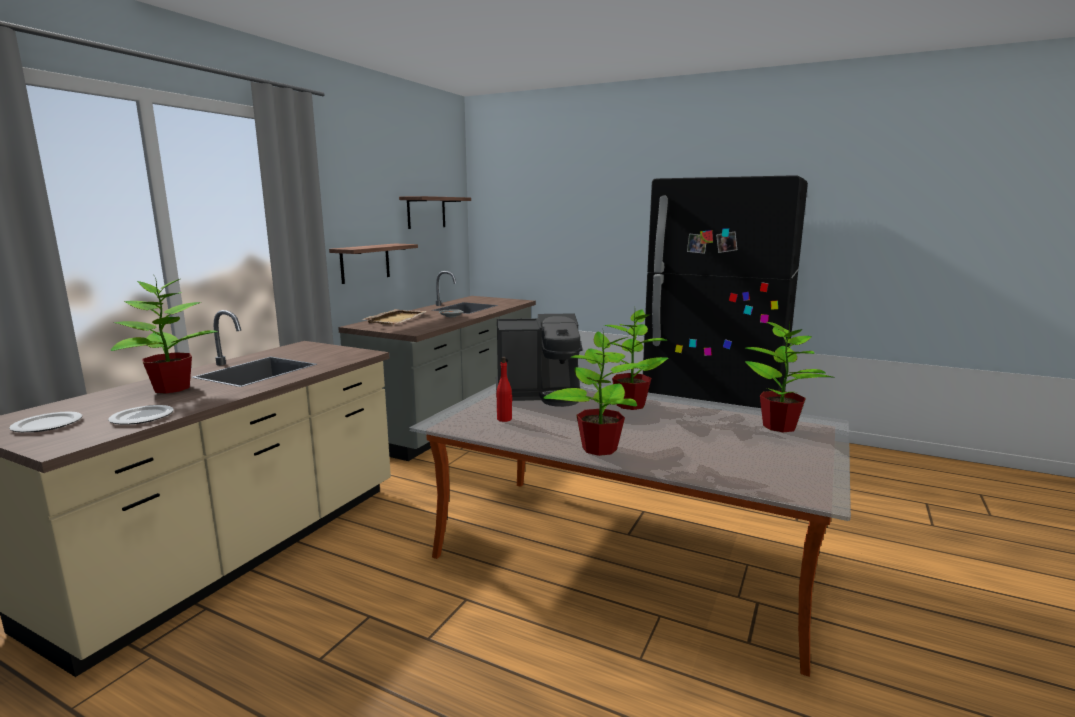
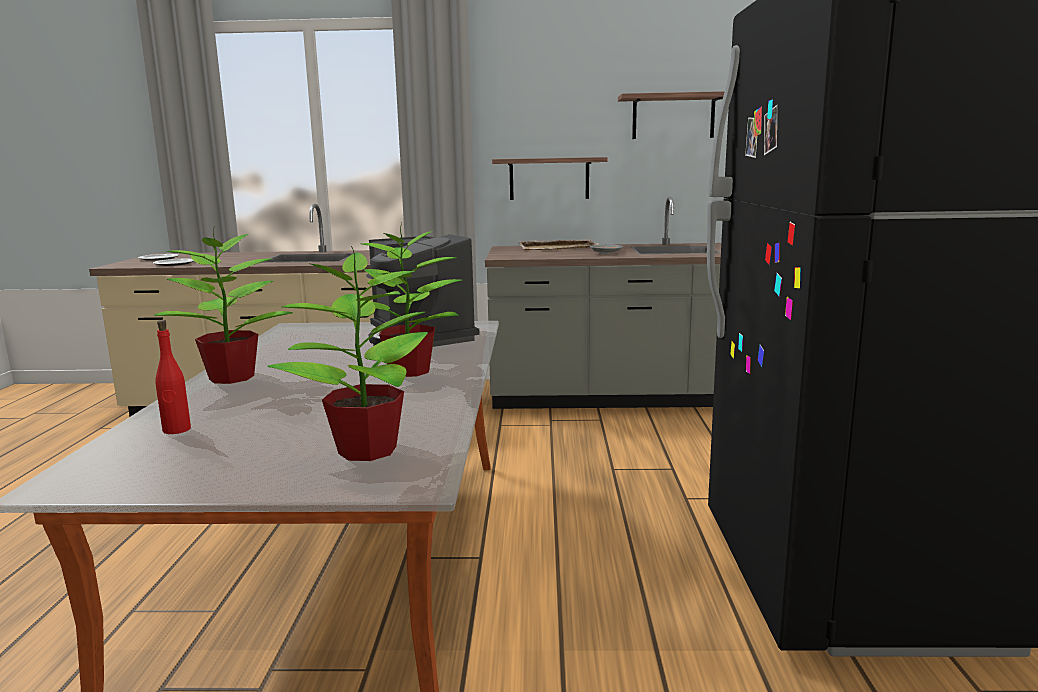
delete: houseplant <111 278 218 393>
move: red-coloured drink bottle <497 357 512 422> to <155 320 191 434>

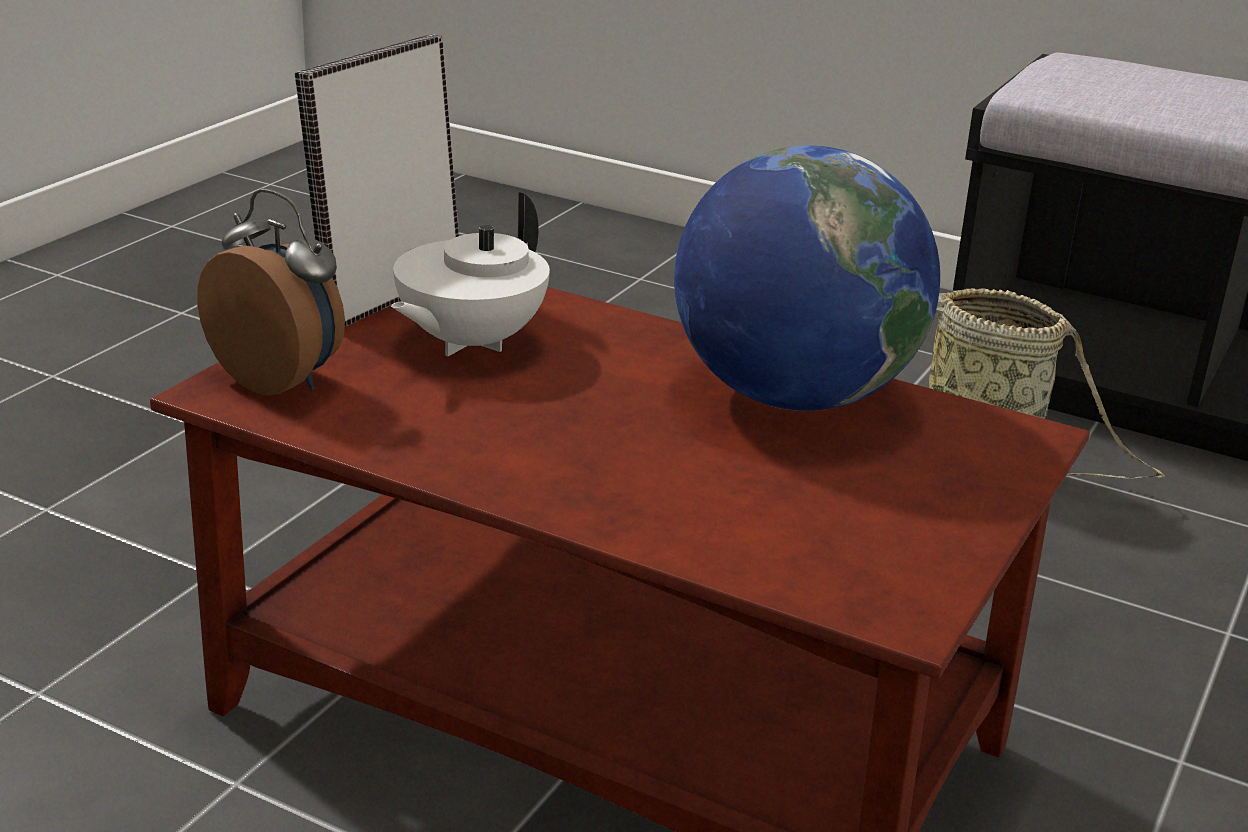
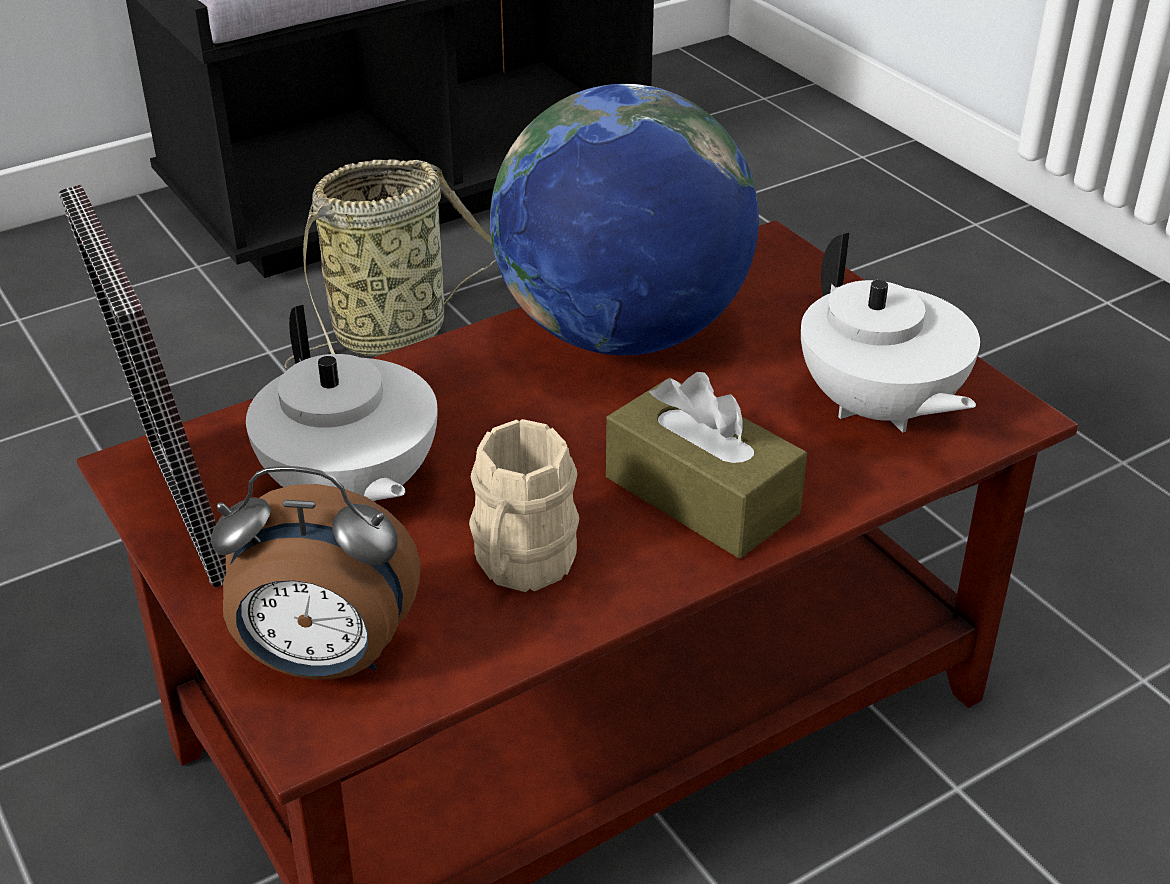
insert: sand-coloured coffee mug <469 419 579 592>; brownish box of tissues <606 372 807 559>; whitish teapot <801 233 980 433>
rotate: alarm clock <197 188 345 395> = <211 466 421 680> 150 degrees counterclockwise

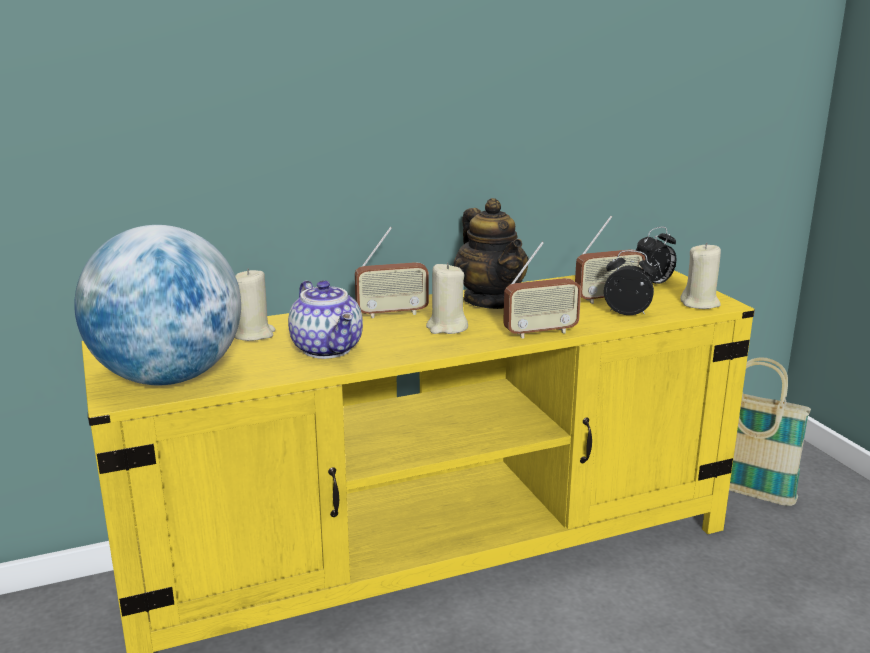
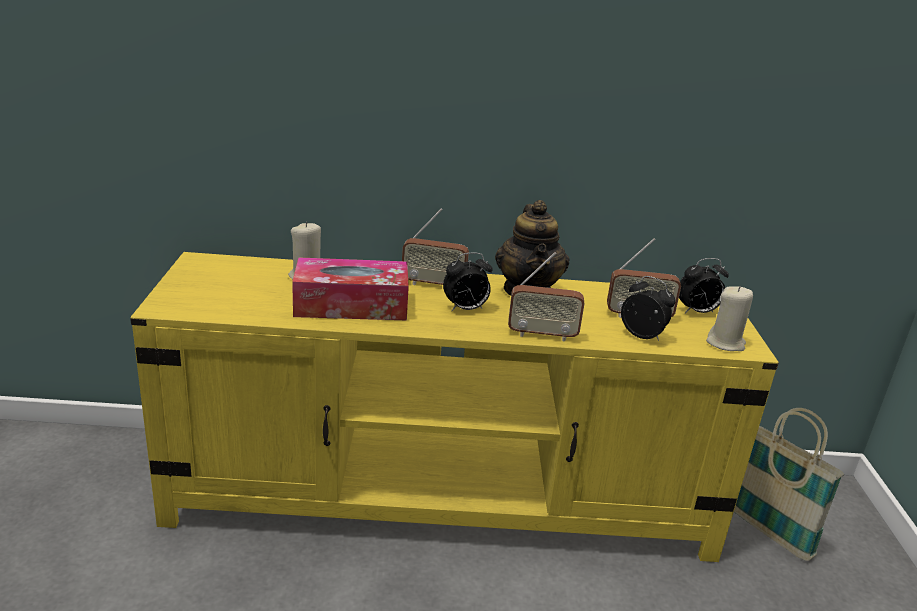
delete: globe <74 225 241 385>
replace: teapot <288 280 363 359> to box of tissues <292 257 409 321>; sand-coloured wax candle <426 262 468 334> to alarm clock <443 252 493 311>

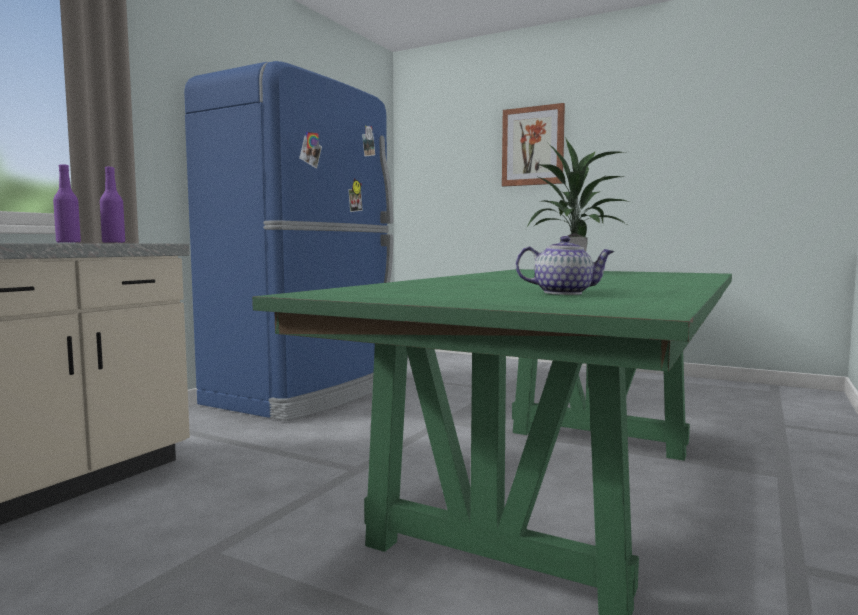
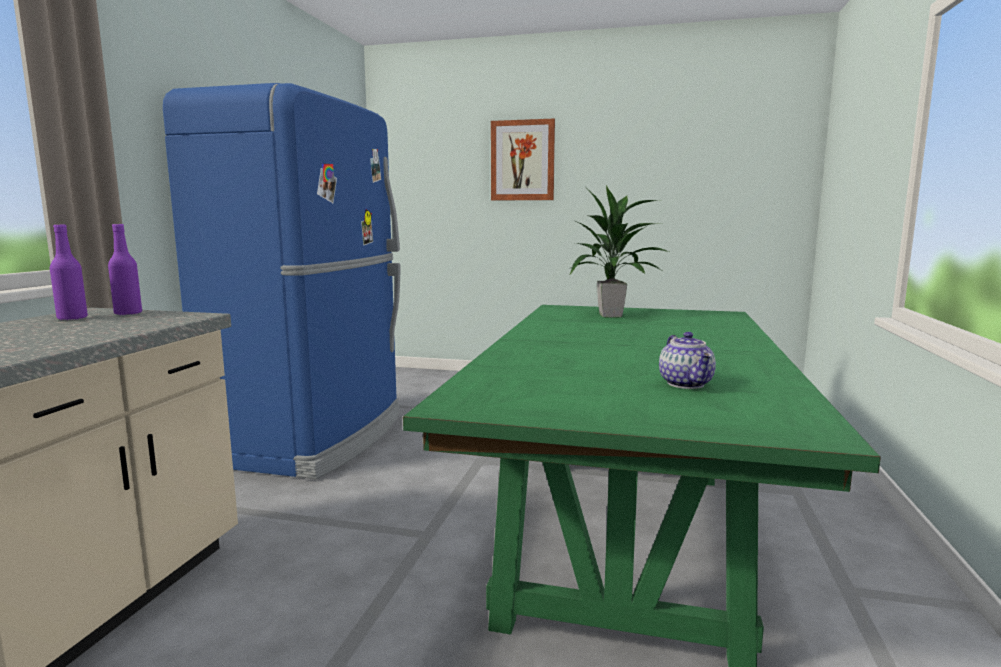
rotate: teapot <516 236 614 295> = <659 332 716 389> 90 degrees clockwise

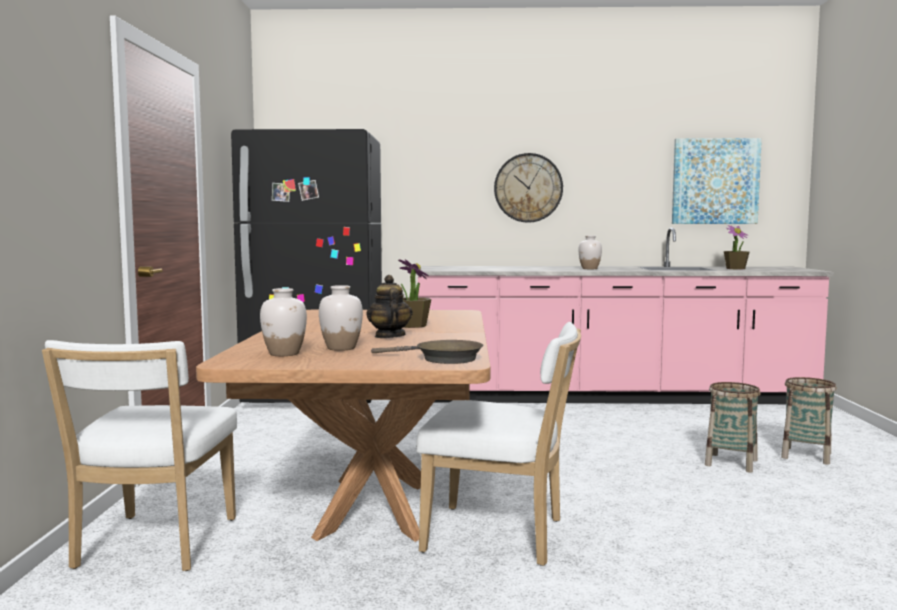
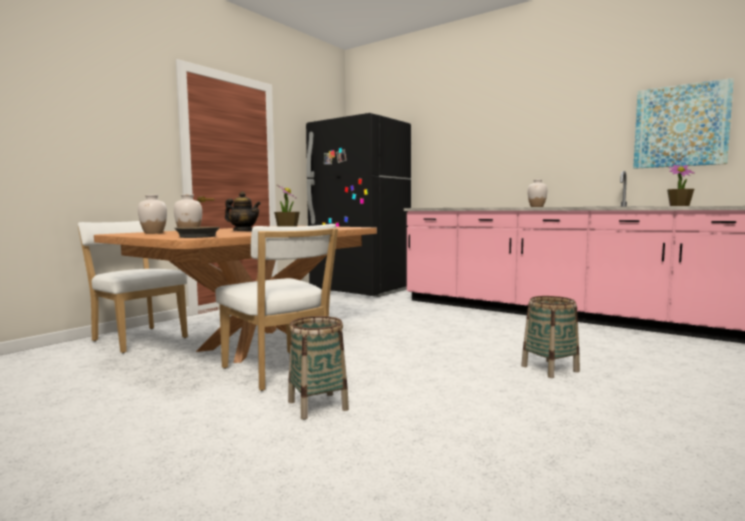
delete: clock on the wall <494 153 563 223>
move: basket <781 377 837 465> to <288 316 349 420>
rotate: whitish plain chair <42 340 237 571> = <78 221 188 353> 90 degrees clockwise; teapot <366 275 413 338> = <225 191 261 231> 90 degrees clockwise

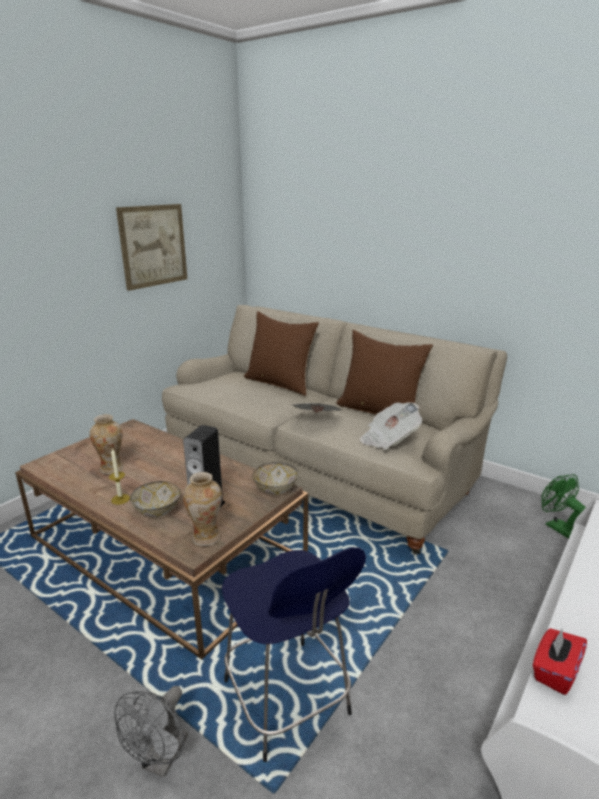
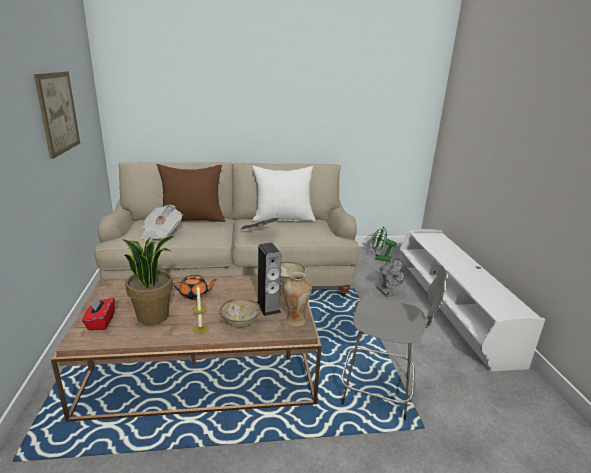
insert: orange teapot <173 275 217 300>
move: greyish fan <114 686 188 778> to <377 259 406 297>; printed paper <360 402 422 450> to <141 205 182 240>; red-coloured box of tissues <533 628 587 695> to <82 295 115 330>
replace: vase <89 414 123 475> to houseplant <122 236 174 325>
recolor: blue-coloured stool seat <222 547 366 762> to greyish stool seat <341 266 447 421>; brownish throw pillow <336 330 433 414> to whitish throw pillow <252 166 316 222>

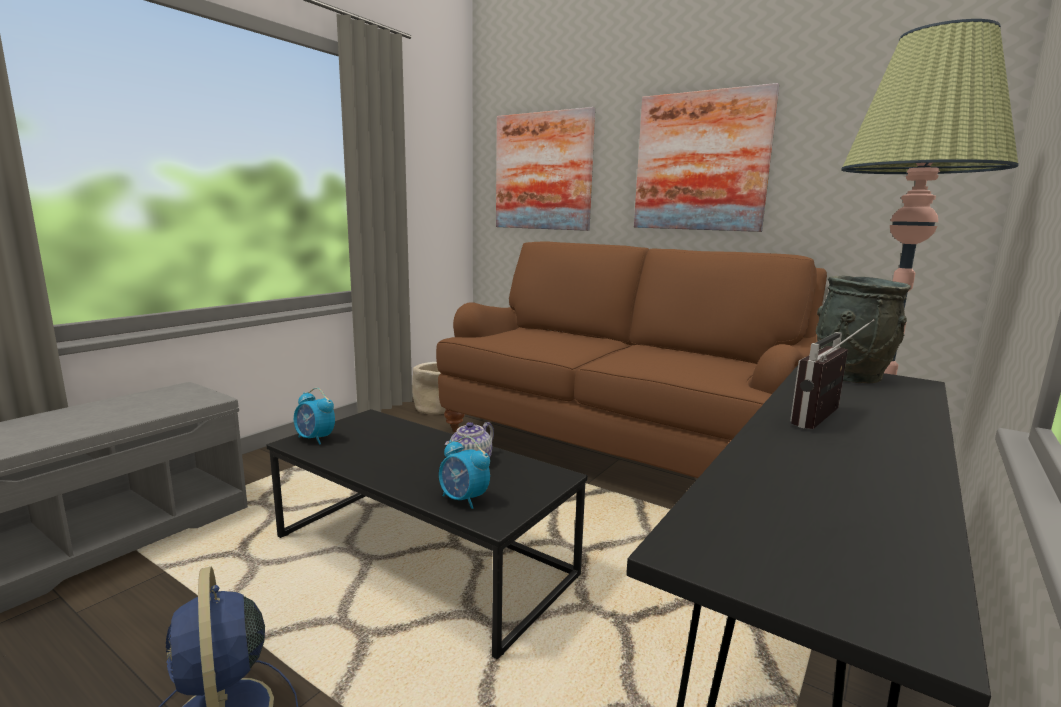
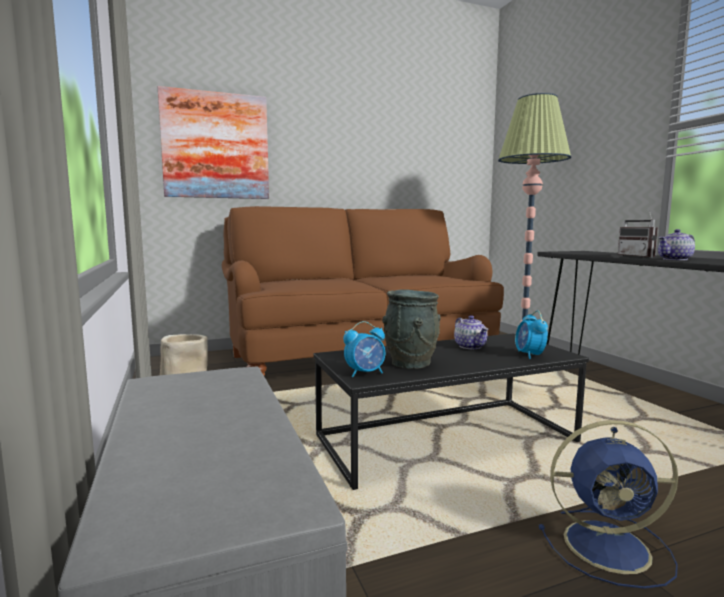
delete: picture <634 83 779 232>
insert: teapot <658 229 695 260>
move: greyish vase <816 276 911 383> to <382 290 441 369>
rotate: alarm clock <439 436 490 509> = <515 311 548 359> 105 degrees clockwise

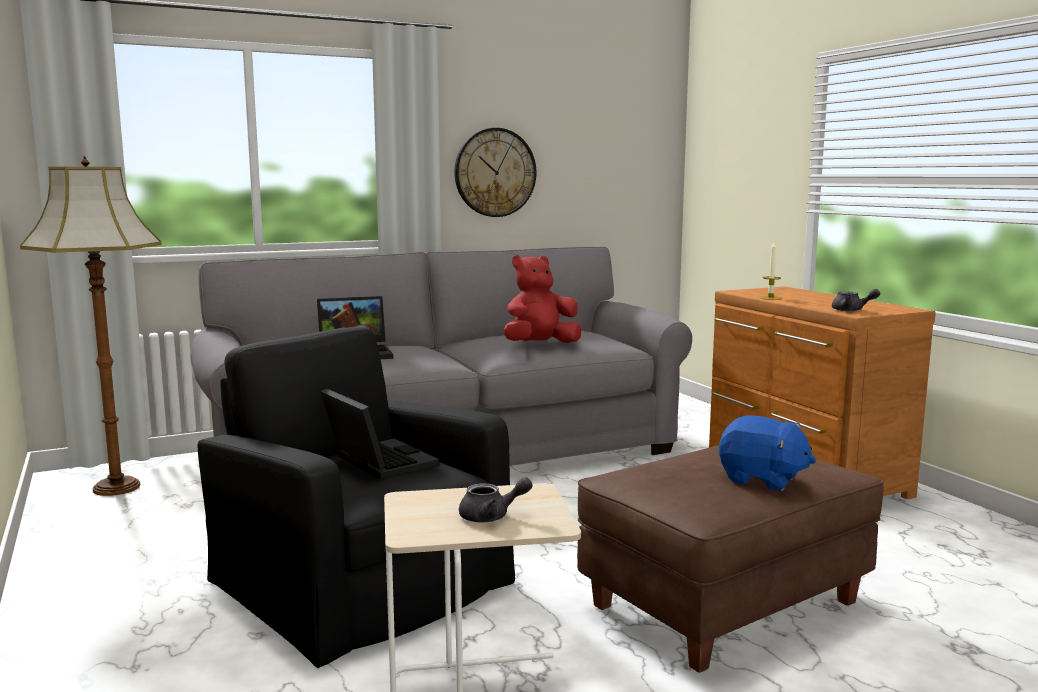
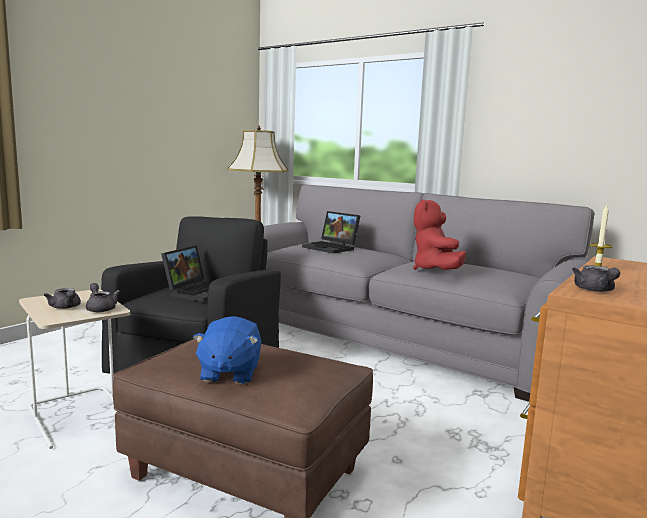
delete: clock on the wall <454 128 536 217>
insert: greyish teapot <86 283 120 312>
rotate: red-coloured cuddly toy <504 255 581 343> = <413 199 466 270> 120 degrees counterclockwise

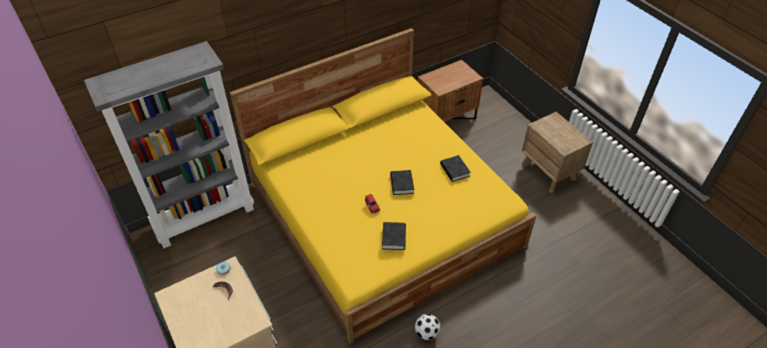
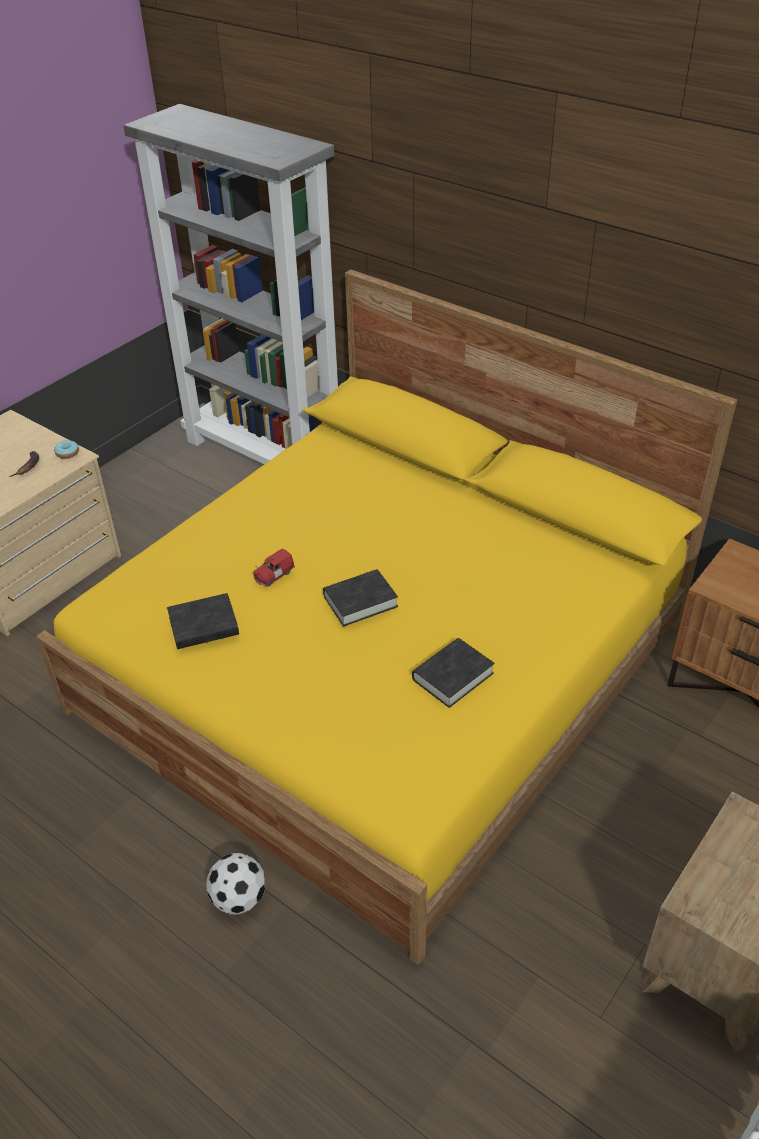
move: football ball <415 314 440 340> to <206 853 265 914>

